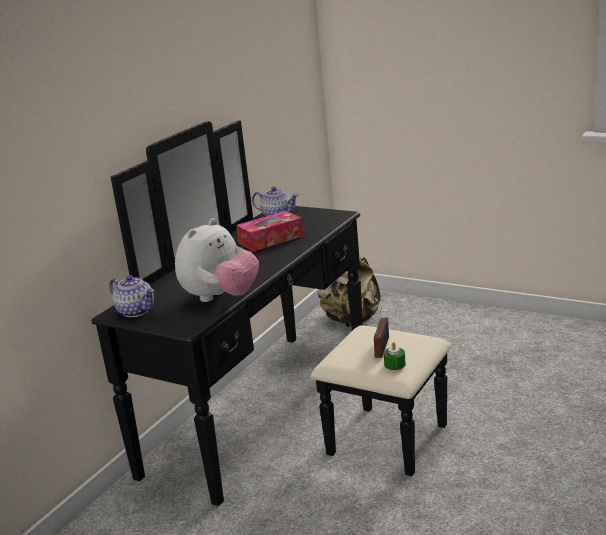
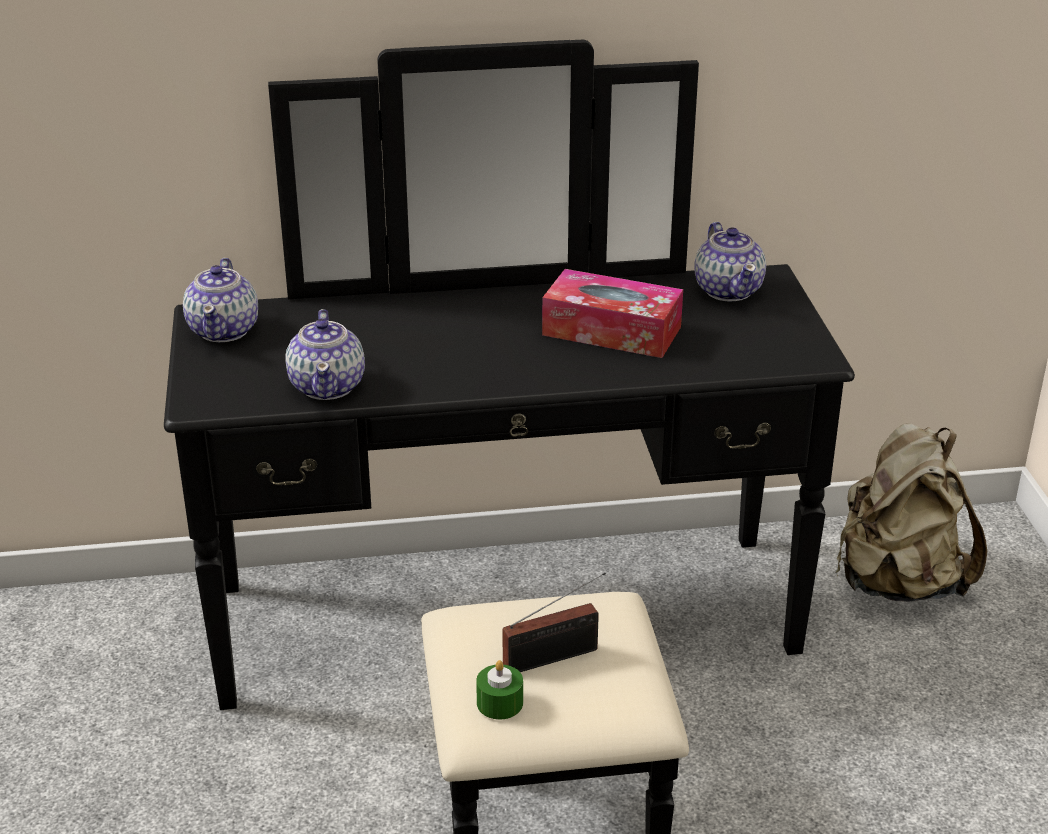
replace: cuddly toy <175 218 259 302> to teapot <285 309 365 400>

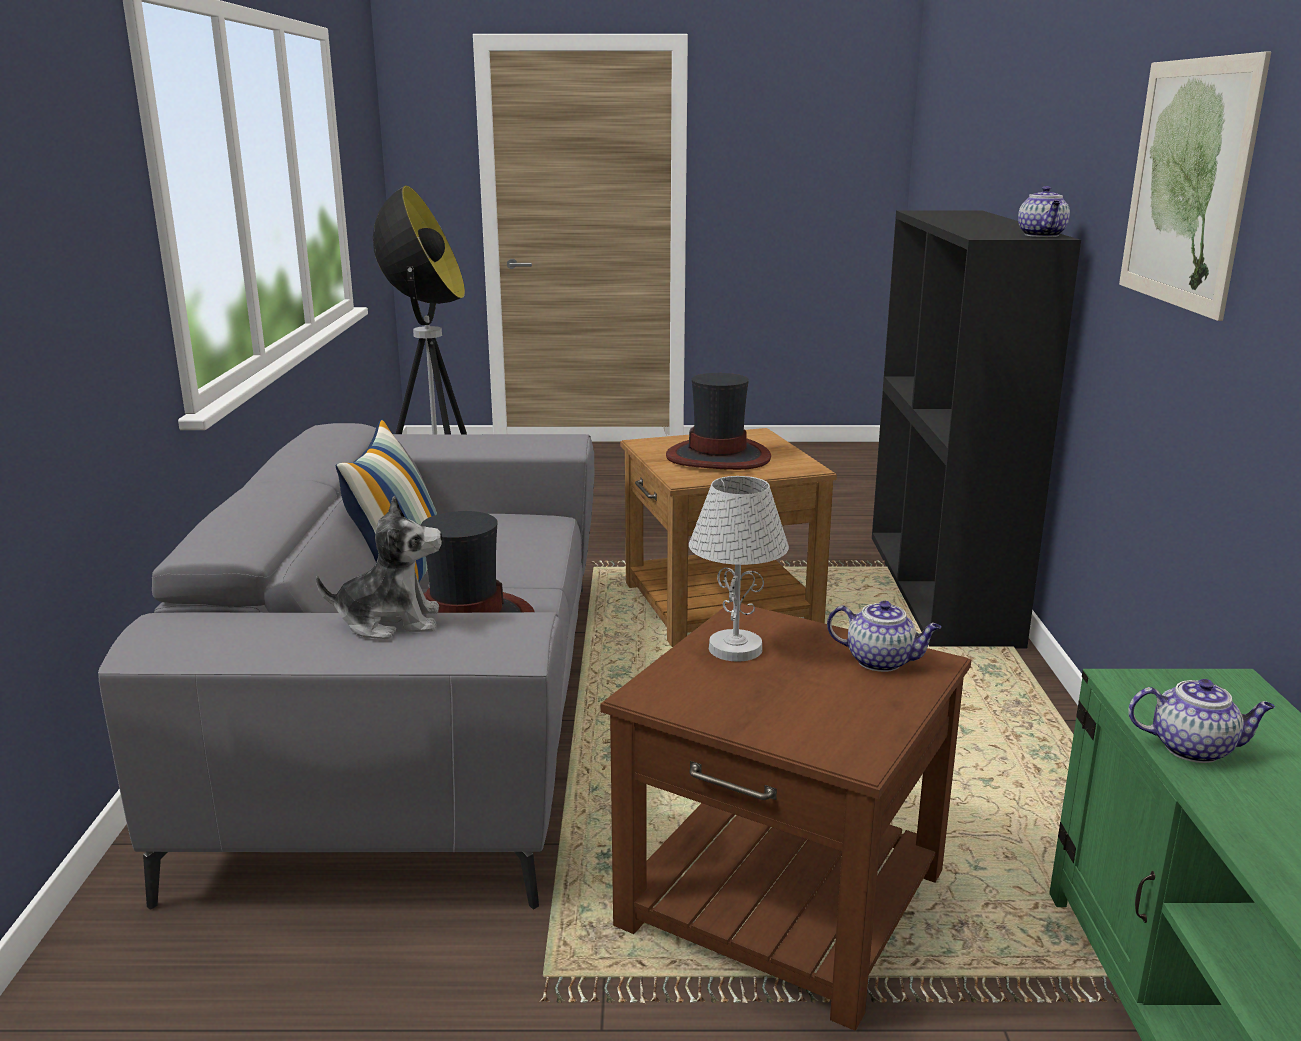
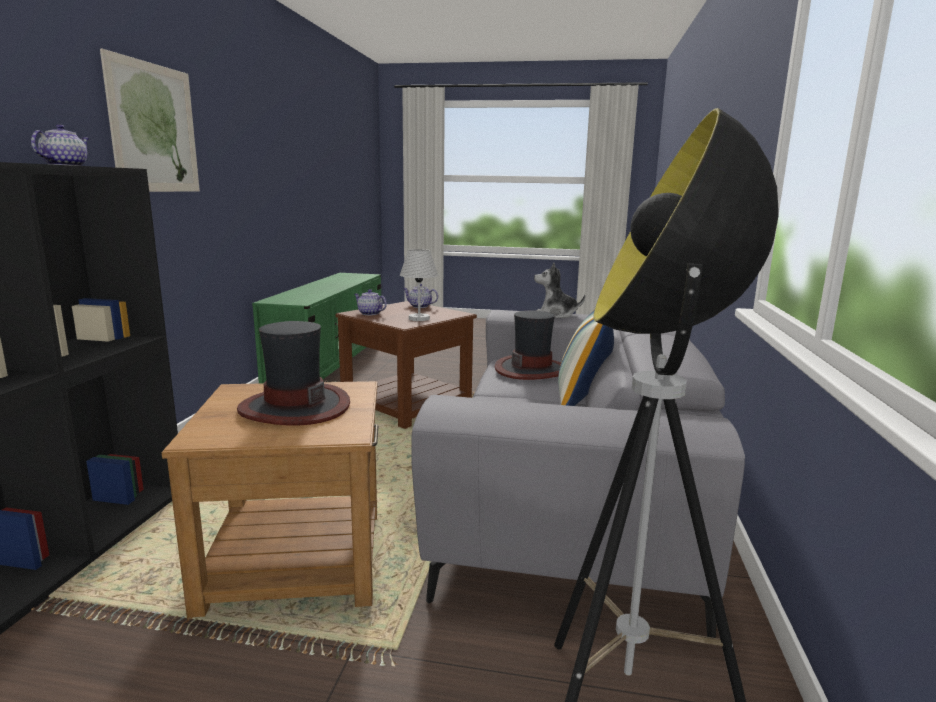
move: teapot <1128 679 1275 763> to <403 284 438 308>

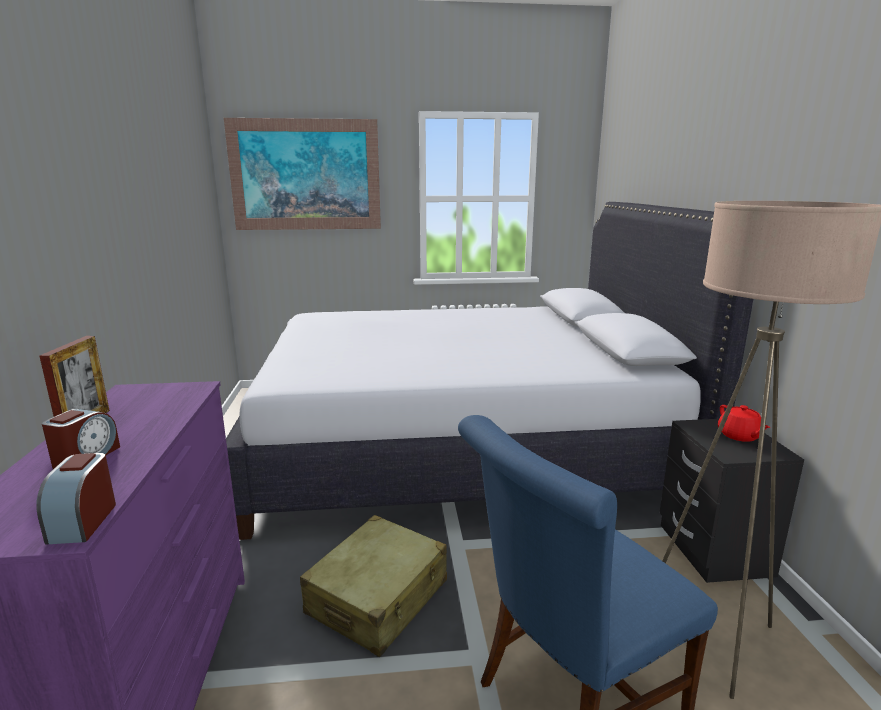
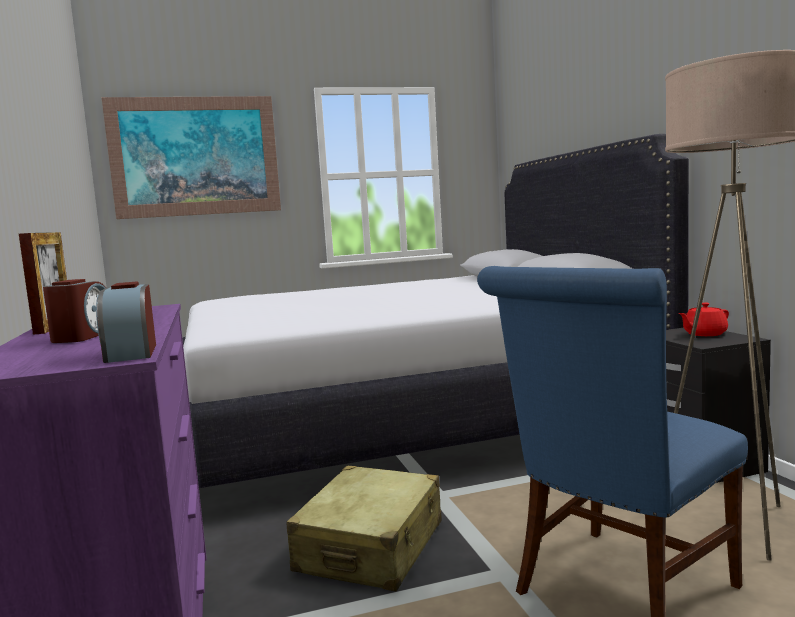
rotate: red-coloured teapot <718 405 770 442> = <679 303 729 336> 90 degrees clockwise

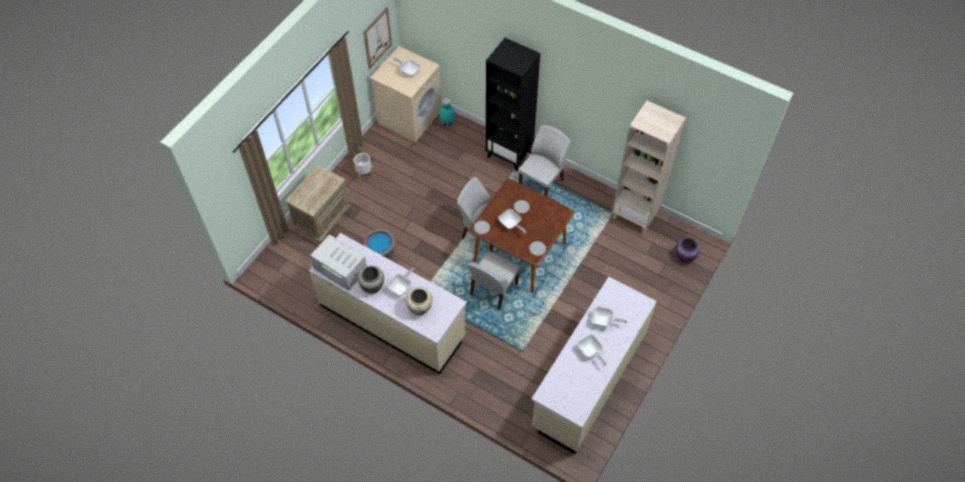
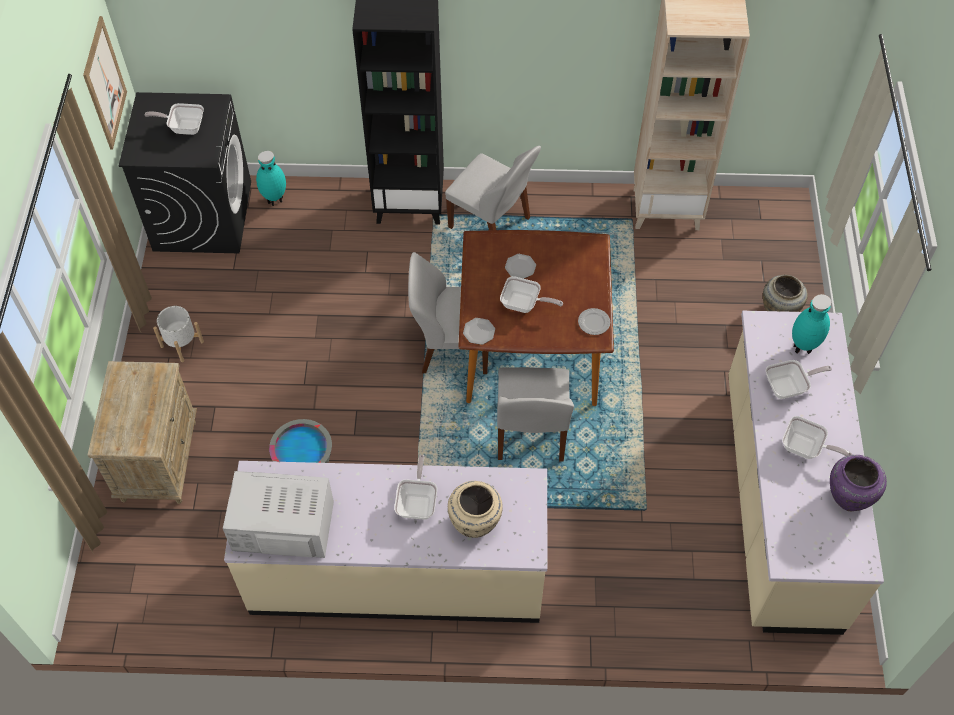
insert: blue-green vase <792 294 831 354>
move: sand-coloured vase <358 266 384 294> to <763 275 808 312>; purple-coloured vase <676 238 700 263> to <830 455 887 511>
recolor: sand-coloured laundry appliance <370 46 442 143> to black laundry appliance <119 92 251 253>
rotate: whitish plain chair <519 125 570 196> = <445 146 541 230> 120 degrees clockwise

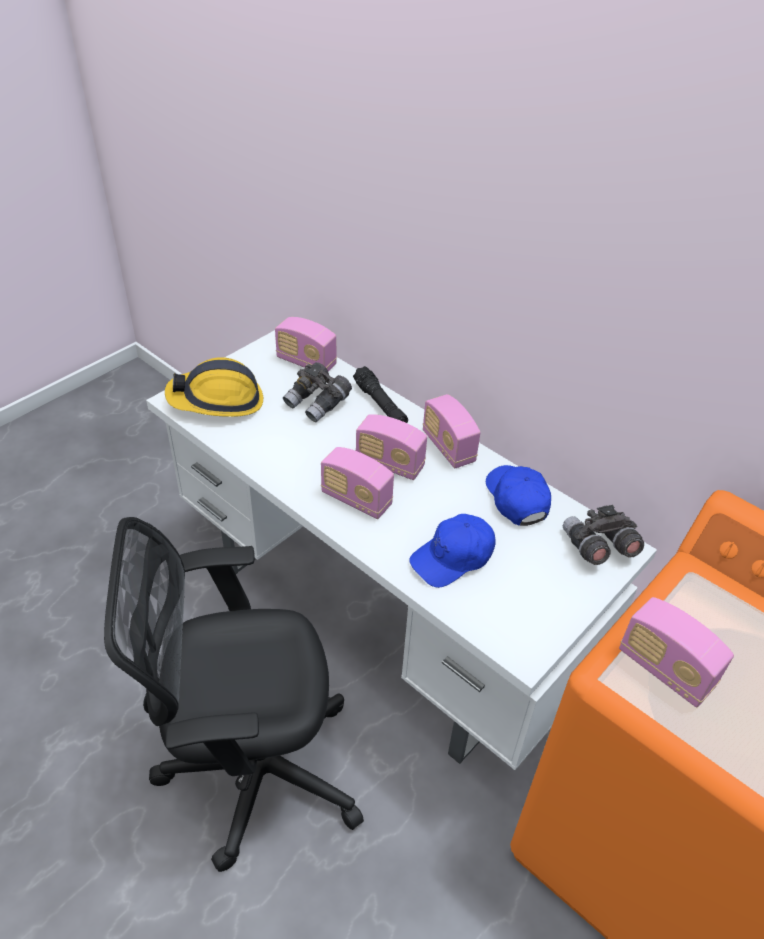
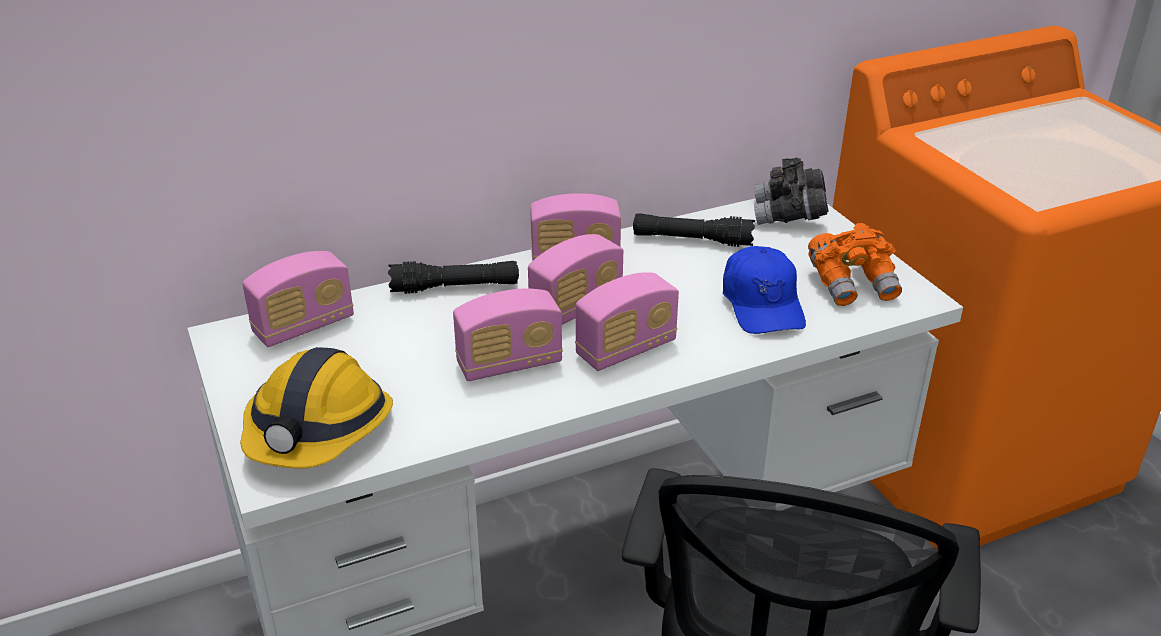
delete: greyish field glasses <283 362 352 422>
insert: orange field glasses <808 223 902 306>
move: radio set <619 597 734 707> to <453 288 563 381>
replace: blue-coloured peaked cap <486 465 551 526> to black torch <633 213 755 247>

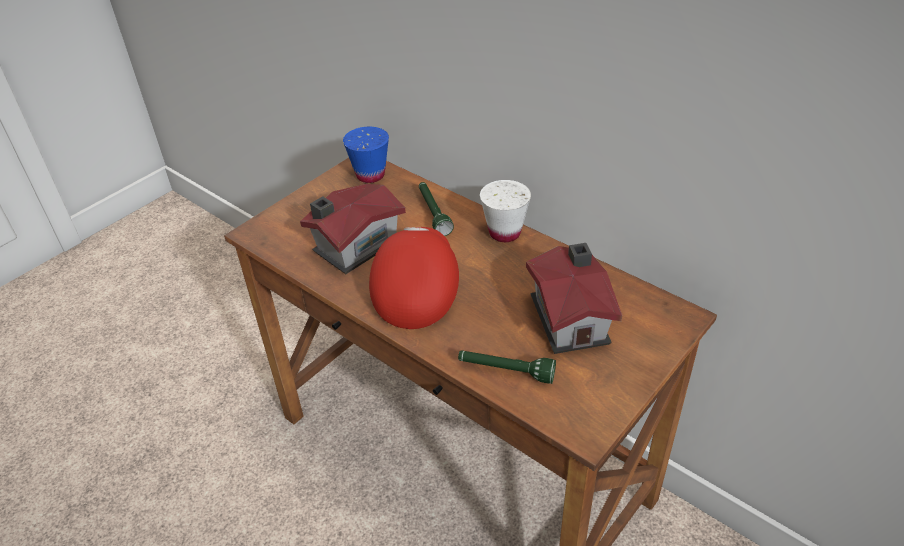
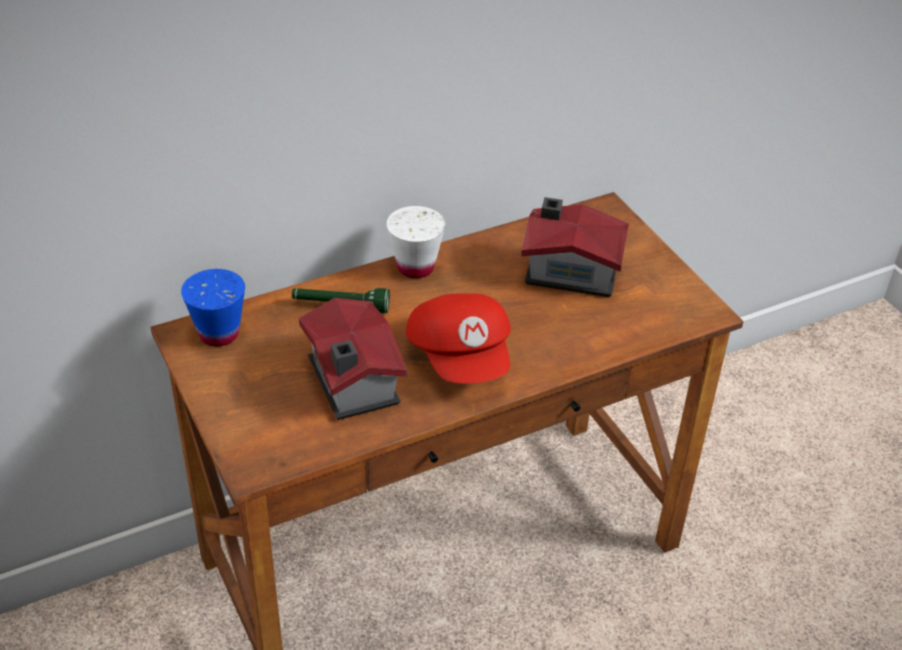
delete: green torch <458 351 556 384>
rotate: red-coloured peaked cap <369 227 459 329> = <406 293 511 384> 135 degrees counterclockwise

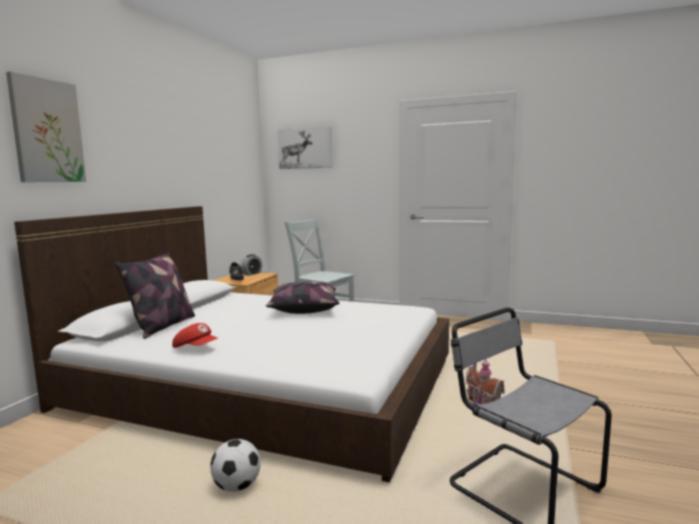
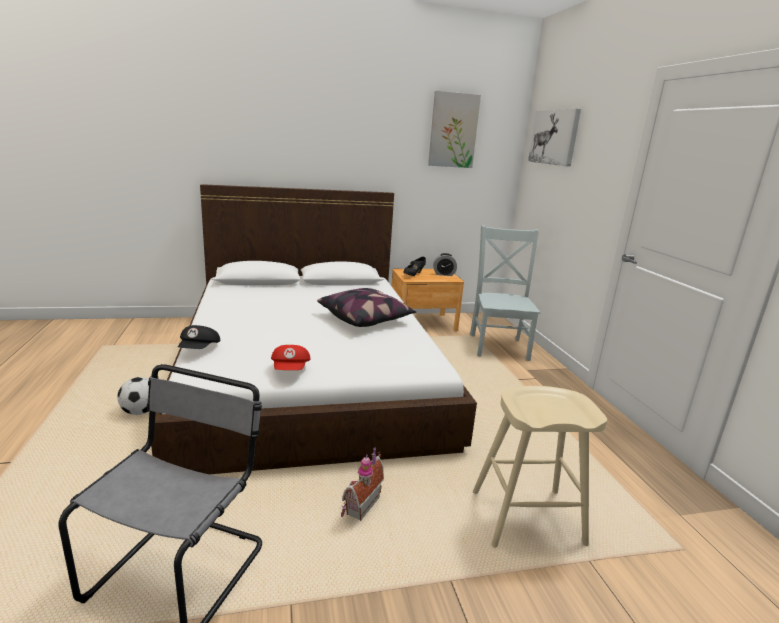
delete: throw pillow <115 252 195 339>
insert: black peaked cap <178 325 220 349>; sand-coloured stool seat <473 386 607 548>
move: picture <6 71 86 182> to <428 91 481 168>; red-coloured peaked cap <172 323 218 348> to <271 345 311 370>

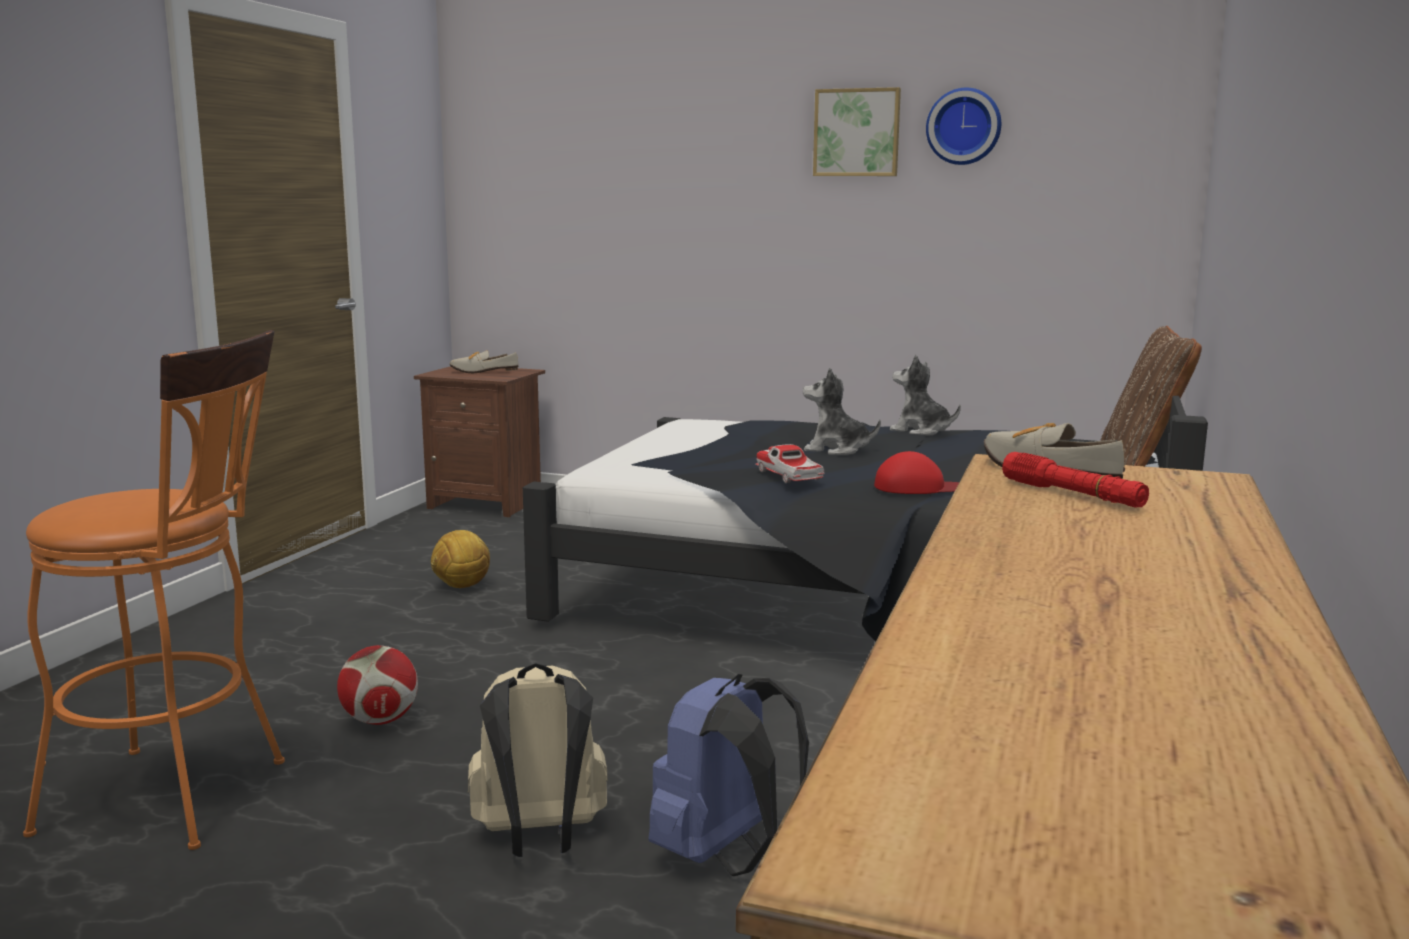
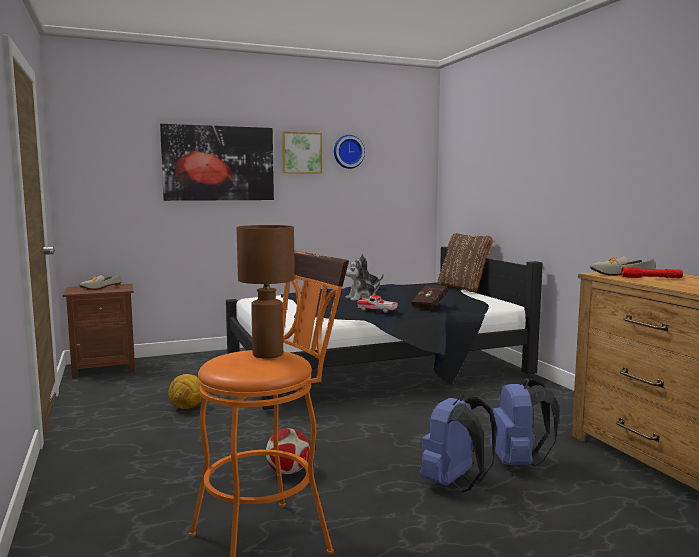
insert: picture <160 124 274 201>; brownish lamp for a table <236 225 295 359>
replace: red-coloured peaked cap <874 451 959 494> to red-coloured book <411 285 448 309>
recolor: sand-coloured knapsack <468 663 608 857> to blue-coloured knapsack <420 395 497 493>

